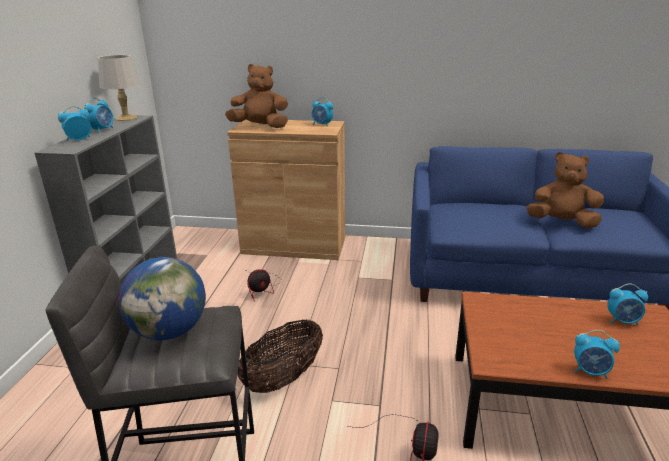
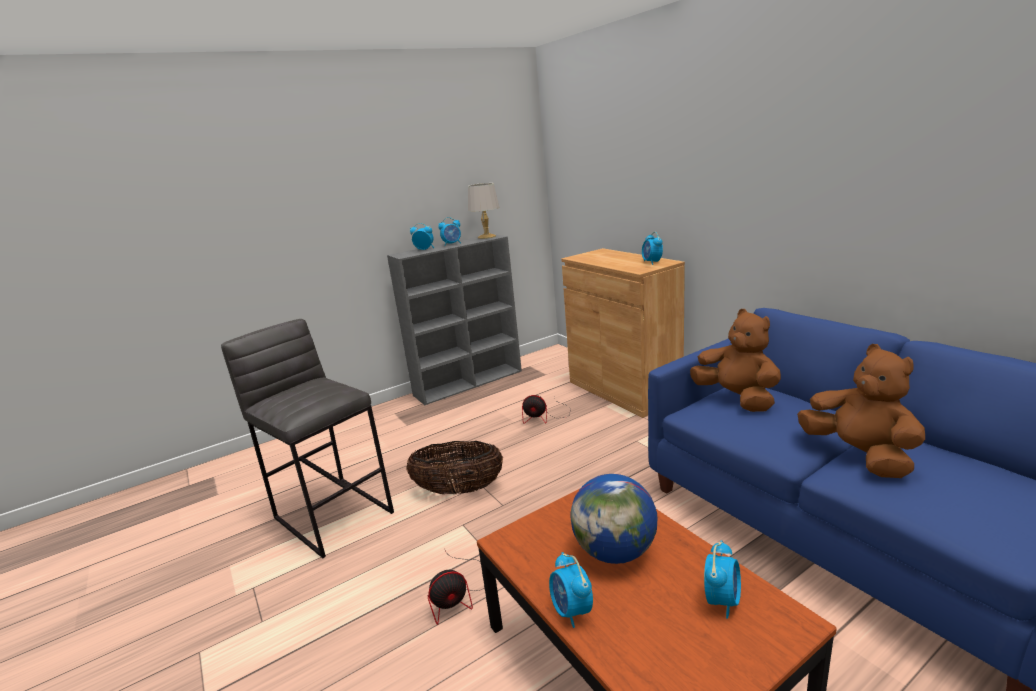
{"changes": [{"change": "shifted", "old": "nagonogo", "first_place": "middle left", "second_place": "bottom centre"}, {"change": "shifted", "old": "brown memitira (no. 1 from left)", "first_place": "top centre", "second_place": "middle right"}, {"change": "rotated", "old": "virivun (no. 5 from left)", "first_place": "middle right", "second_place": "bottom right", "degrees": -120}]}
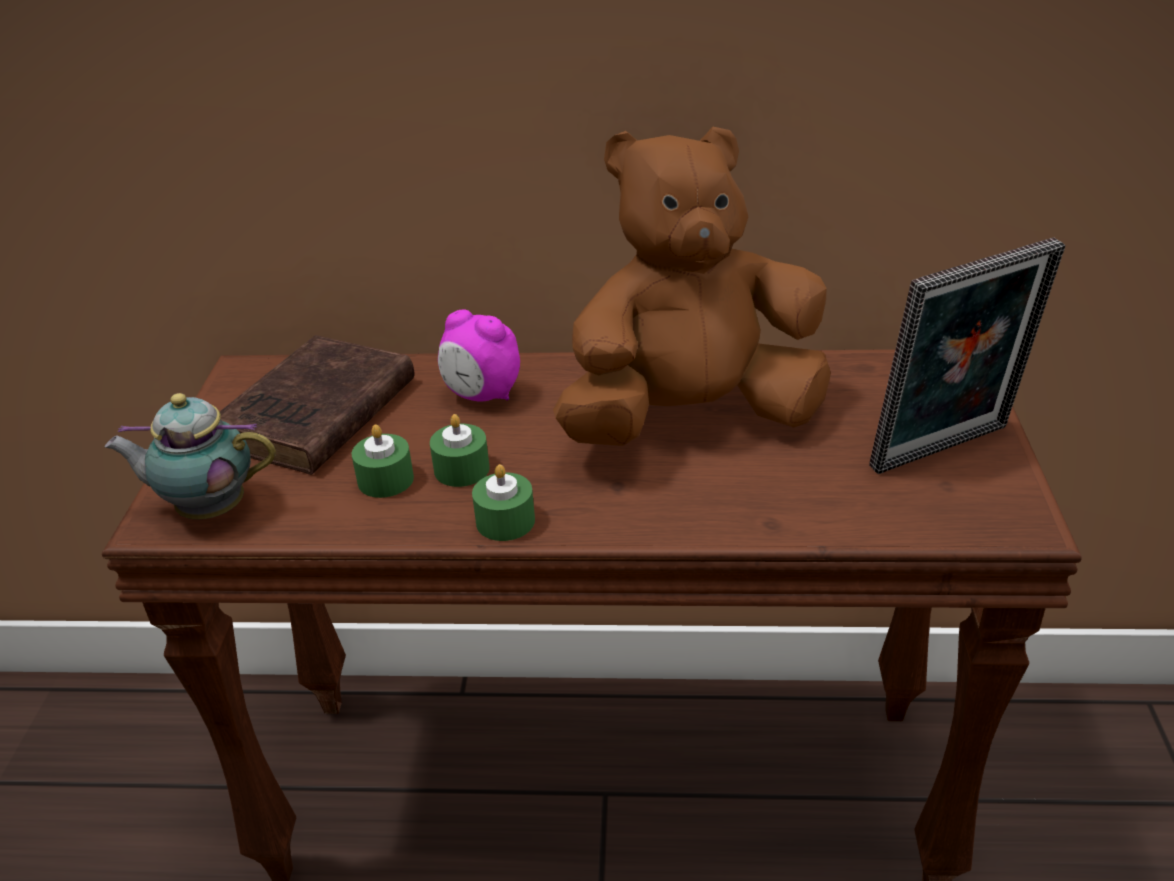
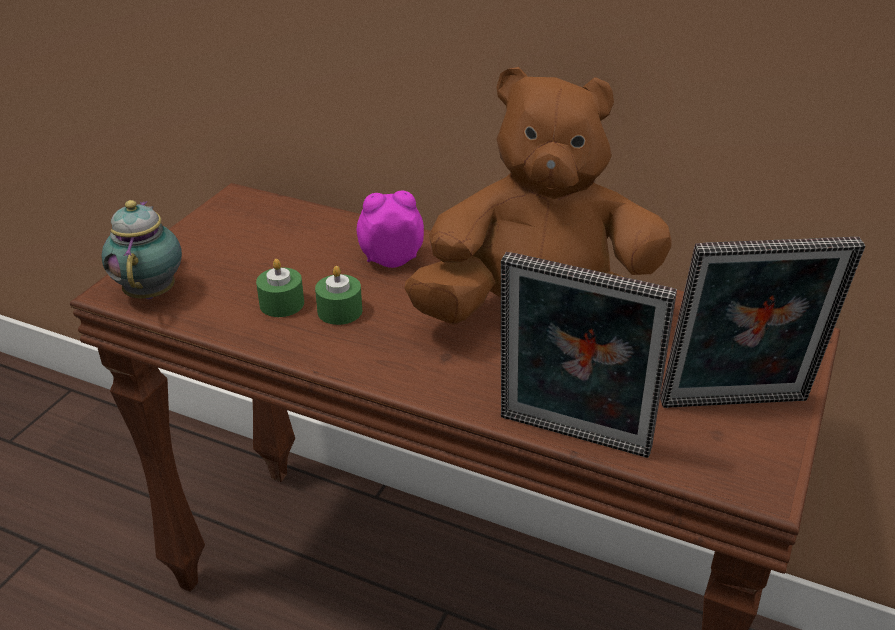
{"changes": [{"change": "rotated", "old": "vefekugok", "first_place": "middle left", "second_place": "middle left", "degrees": 60}, {"change": "gone", "old": "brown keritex", "first_place": "middle left"}, {"change": "rotated", "old": "virivun", "first_place": "centre", "second_place": "centre", "degrees": 120}, {"change": "gone", "old": "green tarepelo (no. 3 from left)", "first_place": "centre"}, {"change": "new", "new": "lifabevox (no. 1 from left)", "second_place": "centre"}]}
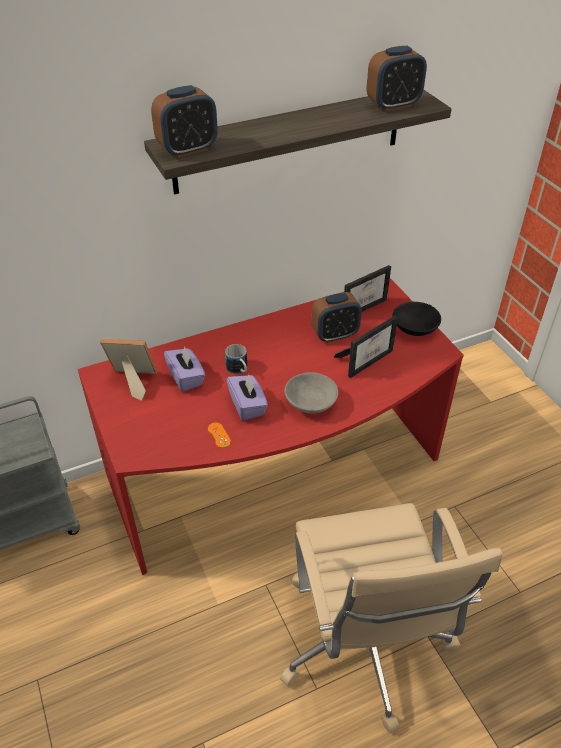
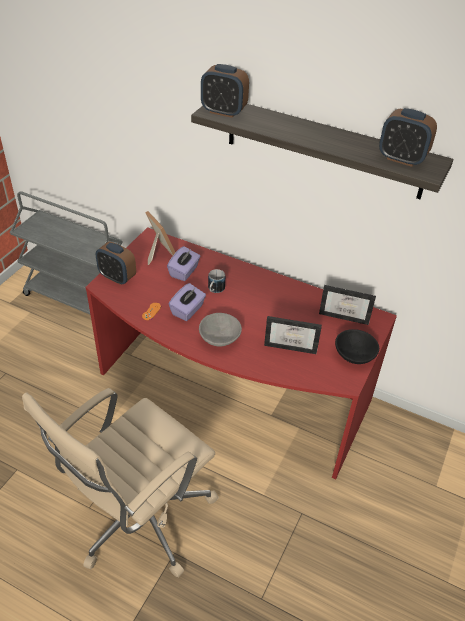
{"changes": [{"change": "shifted", "old": "virivun (no. 2 from left in the first image)", "new": "virivun (no. 1 from left)", "first_place": "centre", "second_place": "middle left"}]}
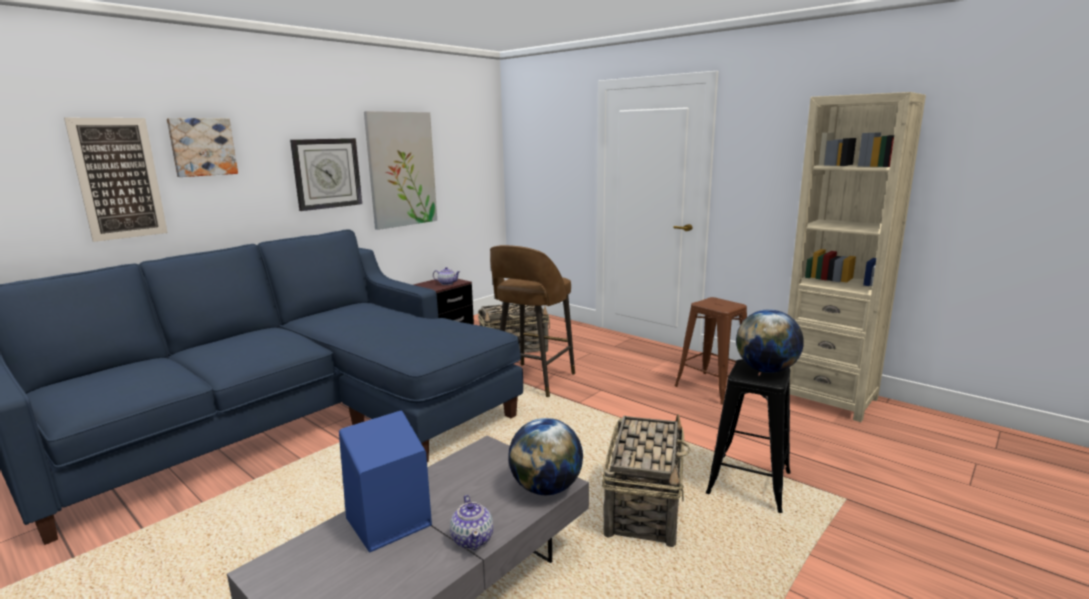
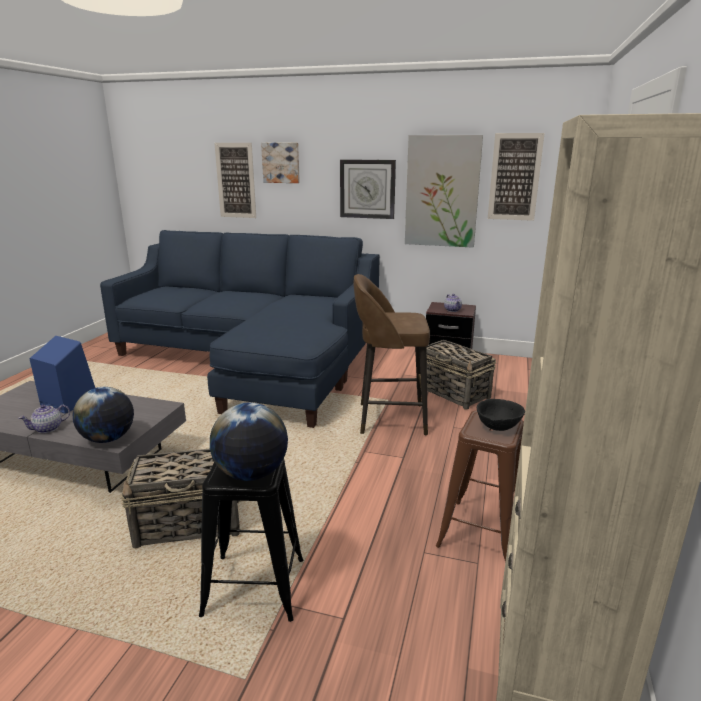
{"changes": [{"change": "new", "new": "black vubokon", "second_place": "middle right"}, {"change": "new", "new": "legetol (no. 4 from left)", "second_place": "top right"}]}
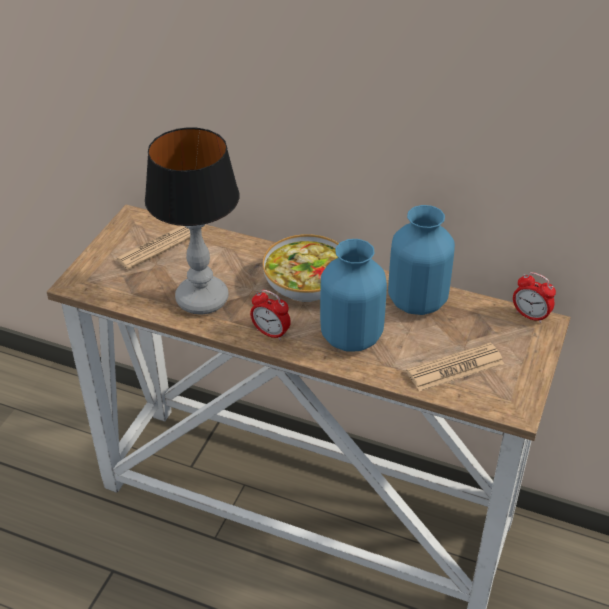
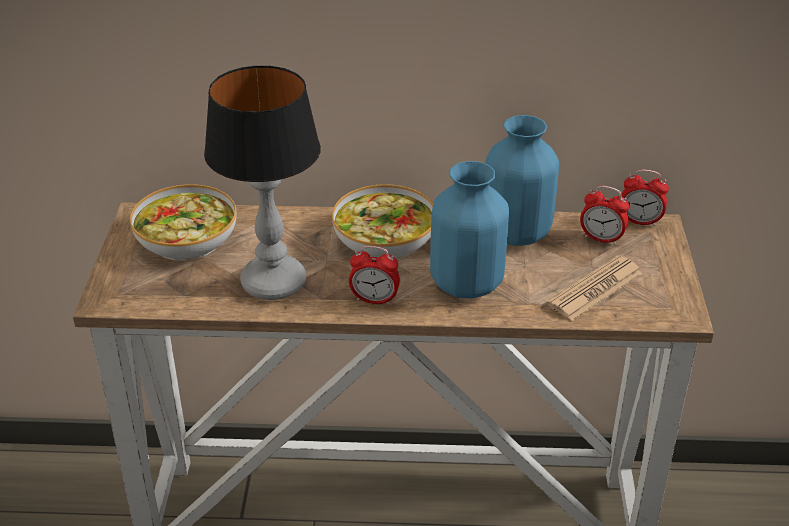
{"changes": [{"change": "swapped", "old": "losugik (no. 1 from left)", "new": "vubokon (no. 1 from left)", "first_place": "middle left", "second_place": "middle left"}, {"change": "new", "new": "virivun (no. 2 from left)", "second_place": "middle right"}]}
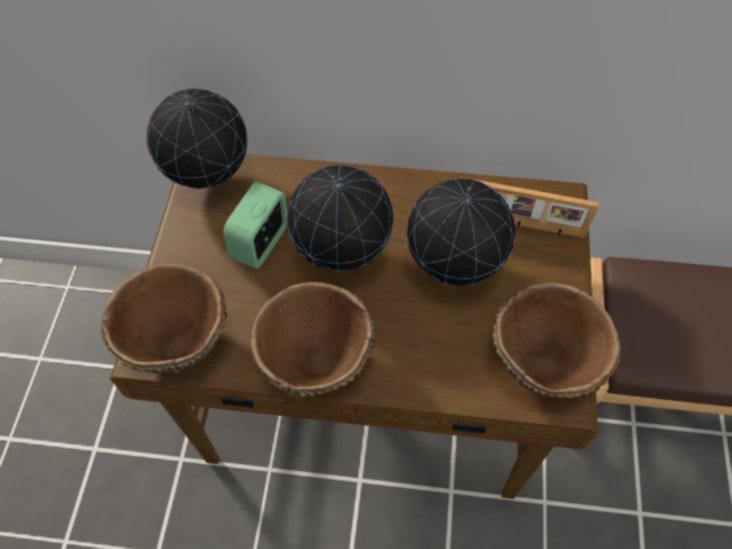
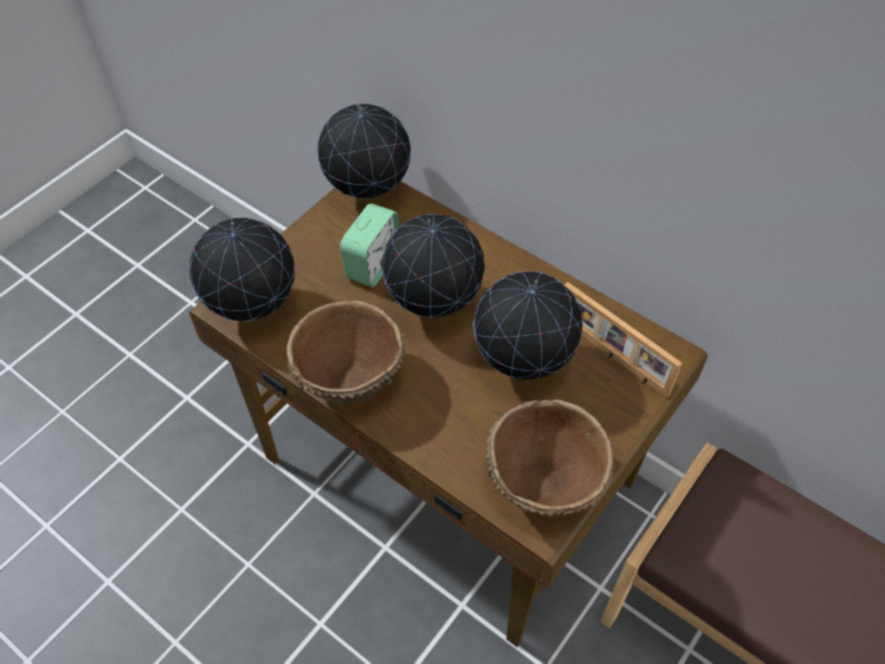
{"changes": [{"change": "swapped", "old": "brown vubokon (no. 1 from left)", "new": "nagonogo (no. 1 from left)", "first_place": "middle left", "second_place": "middle left"}, {"change": "rotated", "old": "virivun", "first_place": "centre", "second_place": "centre", "degrees": 150}]}
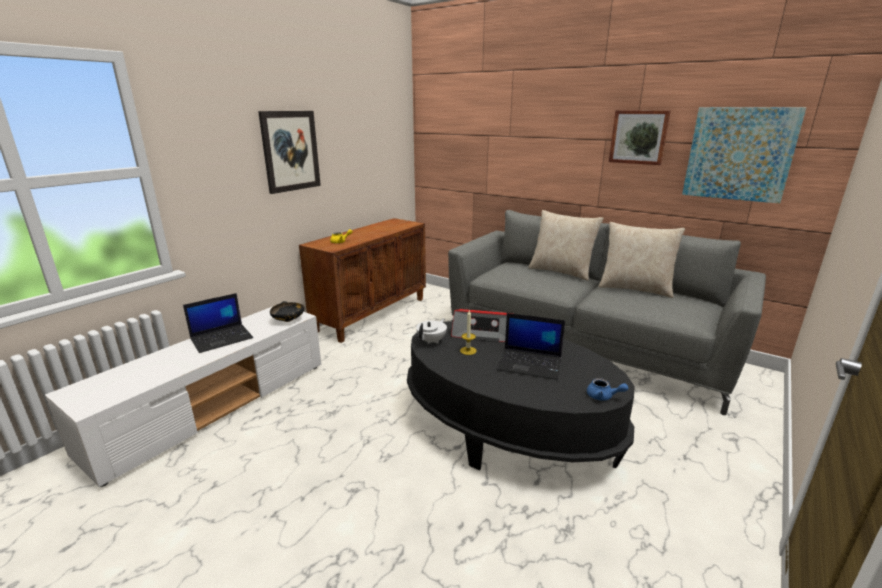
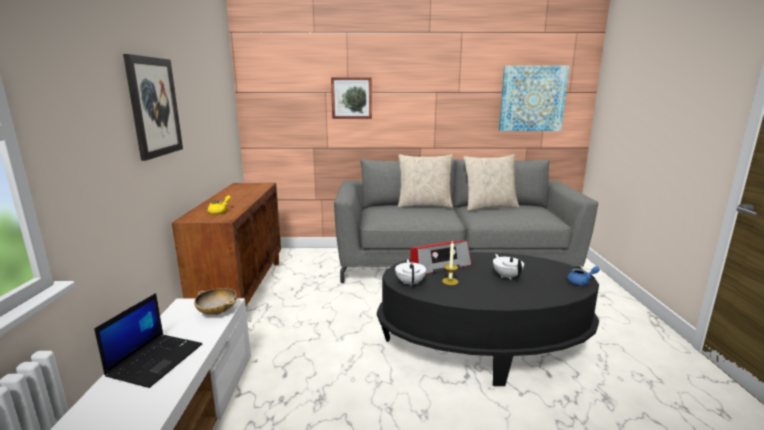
{"changes": [{"change": "repainted", "old": "black vubokon", "new": "beige vubokon", "first_place": "middle left", "second_place": "bottom left"}, {"change": "swapped", "old": "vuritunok (no. 2 from left)", "new": "white vefekugok (no. 2 from left)", "first_place": "centre", "second_place": "centre"}, {"change": "shifted", "old": "legetol (no. 2 from left)", "first_place": "top right", "second_place": "top centre"}]}
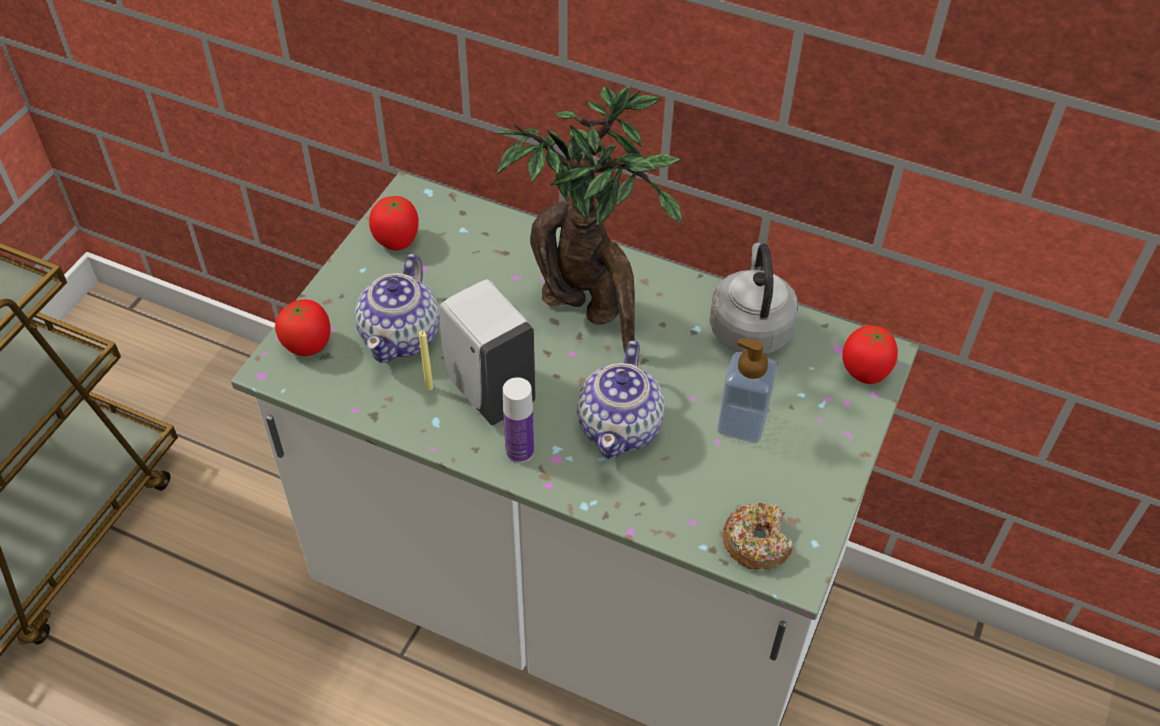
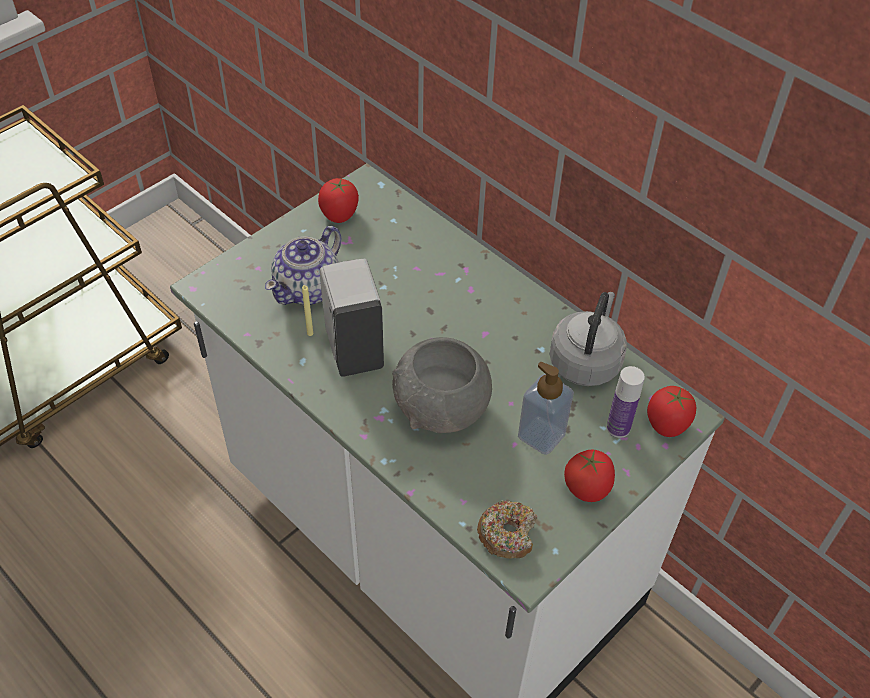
{"changes": [{"change": "shifted", "old": "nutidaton (no. 1 from left in the first image)", "new": "nutidaton (no. 2 from left)", "first_place": "middle left", "second_place": "bottom right"}, {"change": "gone", "old": "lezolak", "first_place": "top centre"}, {"change": "shifted", "old": "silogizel", "first_place": "centre", "second_place": "middle right"}, {"change": "swapped", "old": "vefekugok (no. 2 from left)", "new": "grey vubokon", "first_place": "centre", "second_place": "centre"}]}
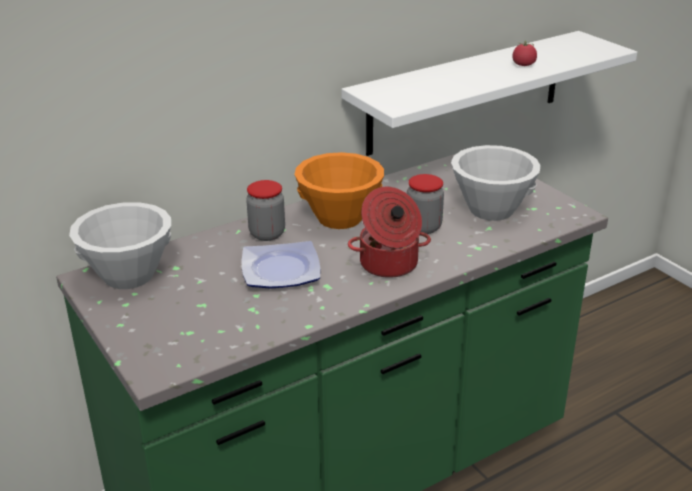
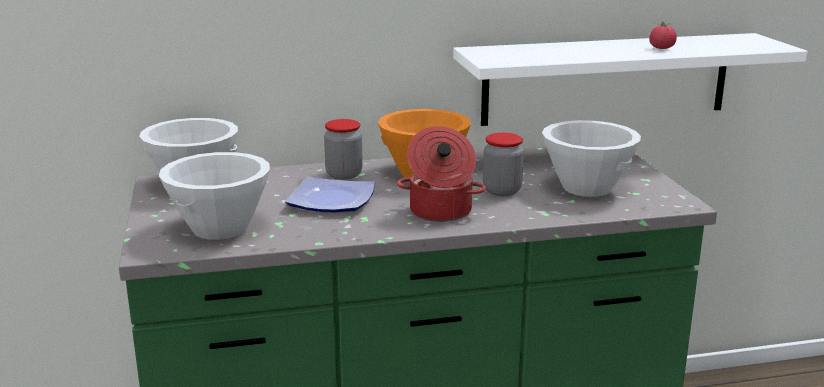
{"changes": [{"change": "new", "new": "white vubokon (no. 2 from left)", "second_place": "middle left"}]}
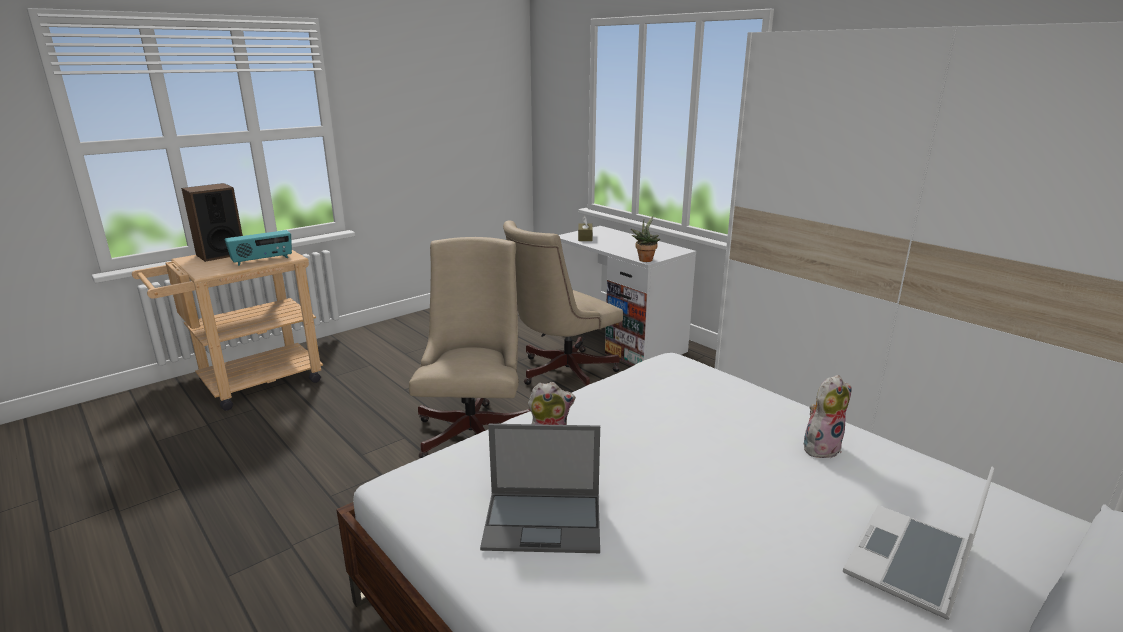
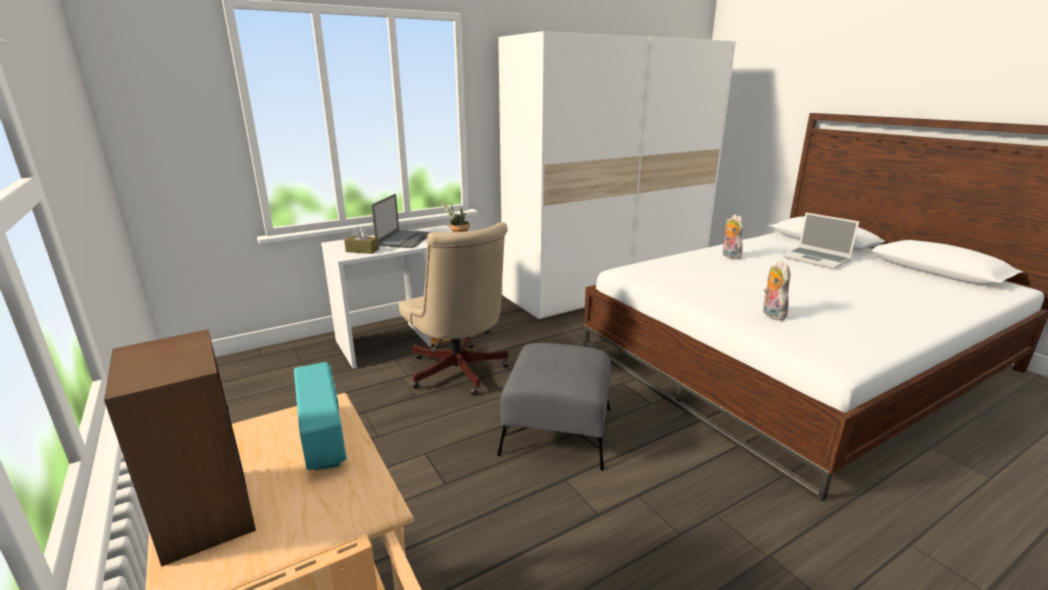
{"changes": [{"change": "swapped", "old": "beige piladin (no. 1 from left)", "new": "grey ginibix", "first_place": "centre", "second_place": "bottom centre"}, {"change": "shifted", "old": "vuritunok (no. 1 from left)", "first_place": "bottom centre", "second_place": "centre"}]}
